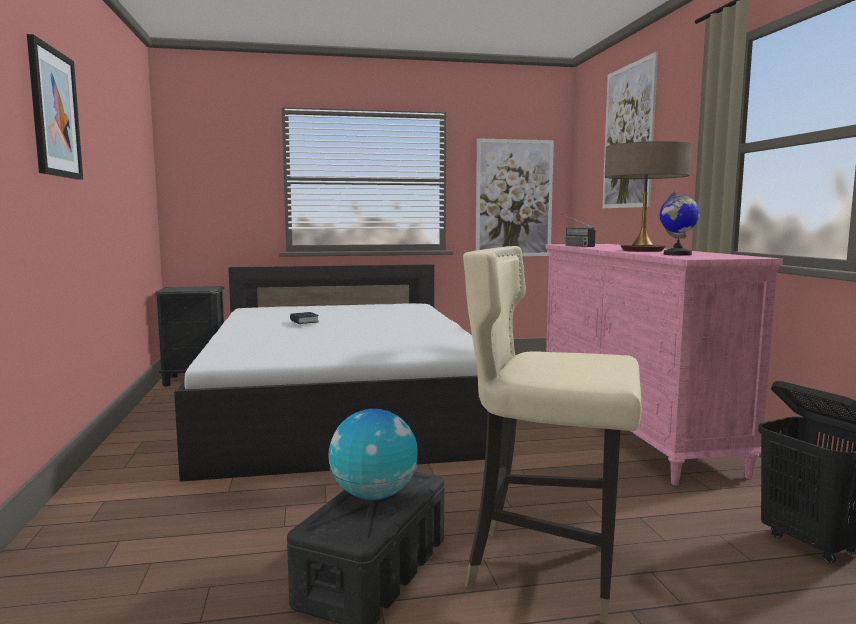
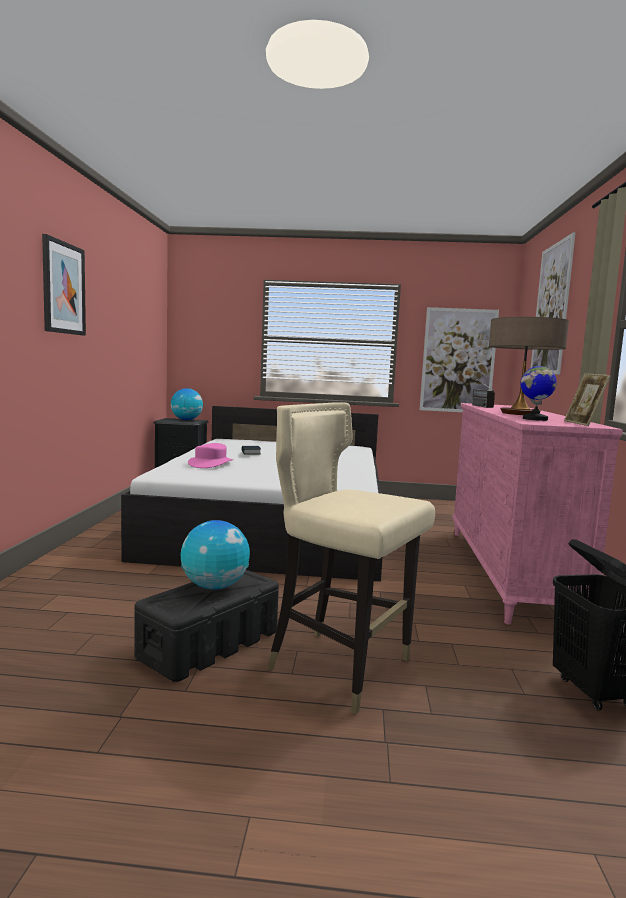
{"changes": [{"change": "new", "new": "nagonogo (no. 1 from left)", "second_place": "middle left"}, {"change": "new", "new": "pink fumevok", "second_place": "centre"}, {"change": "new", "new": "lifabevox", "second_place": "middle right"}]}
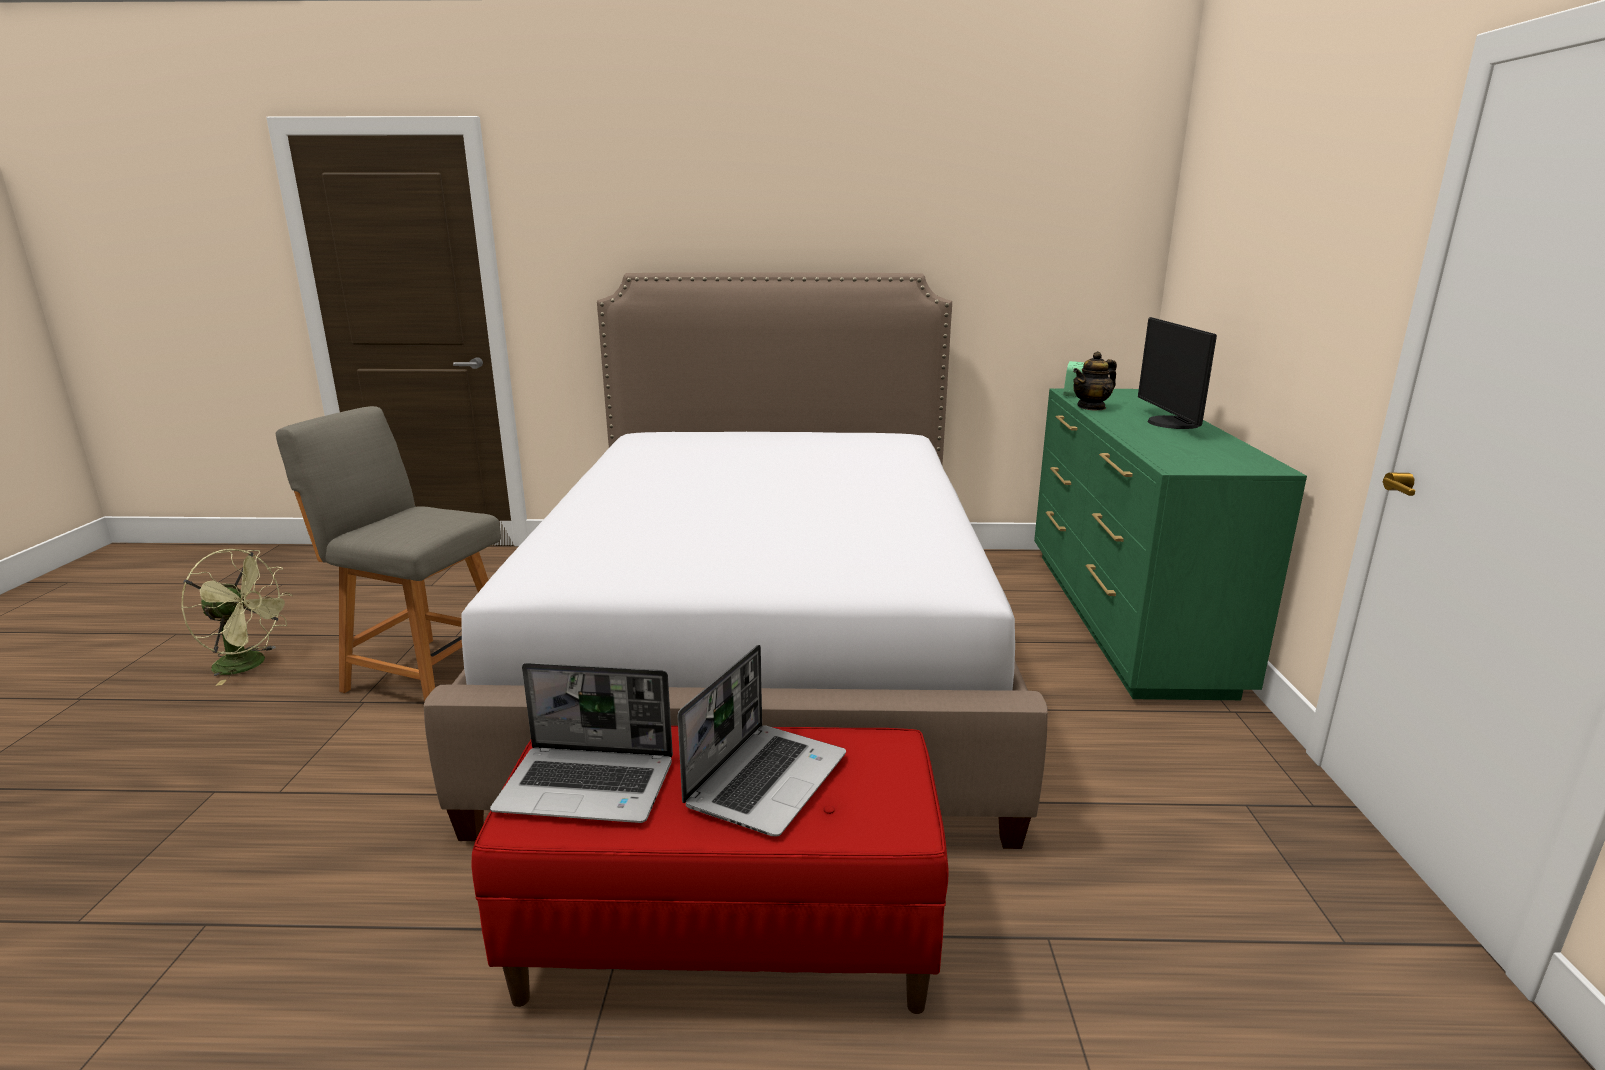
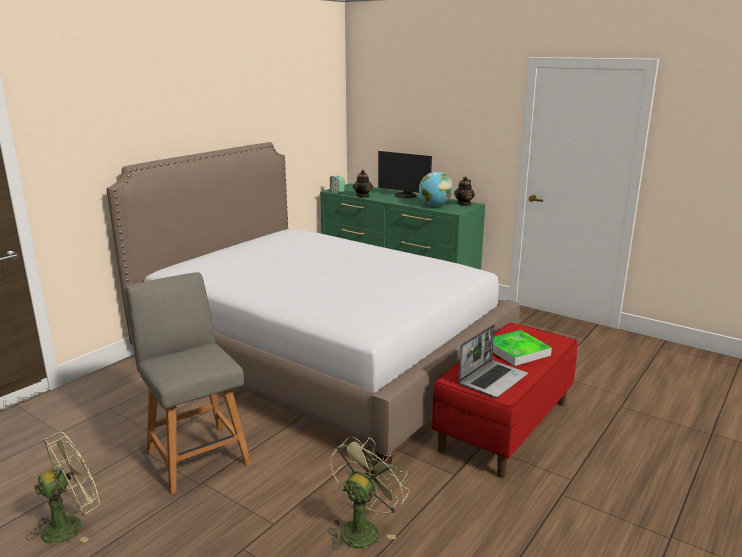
{"changes": [{"change": "rotated", "old": "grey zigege", "first_place": "middle left", "second_place": "bottom left", "degrees": 90}, {"change": "swapped", "old": "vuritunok (no. 2 from left)", "new": "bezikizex", "first_place": "bottom centre", "second_place": "middle right"}, {"change": "new", "new": "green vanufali (no. 2 from left)", "second_place": "bottom centre"}, {"change": "new", "new": "nagonogo", "second_place": "centre"}, {"change": "new", "new": "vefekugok (no. 2 from left)", "second_place": "centre"}]}
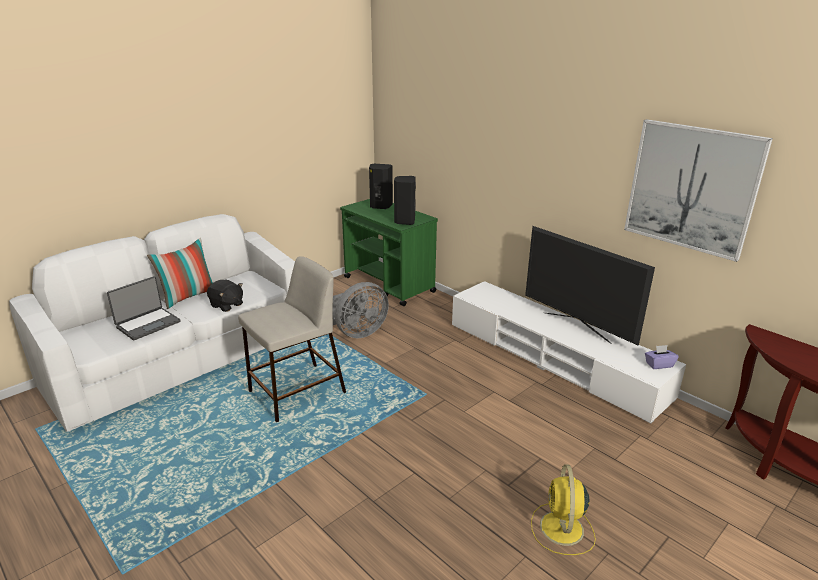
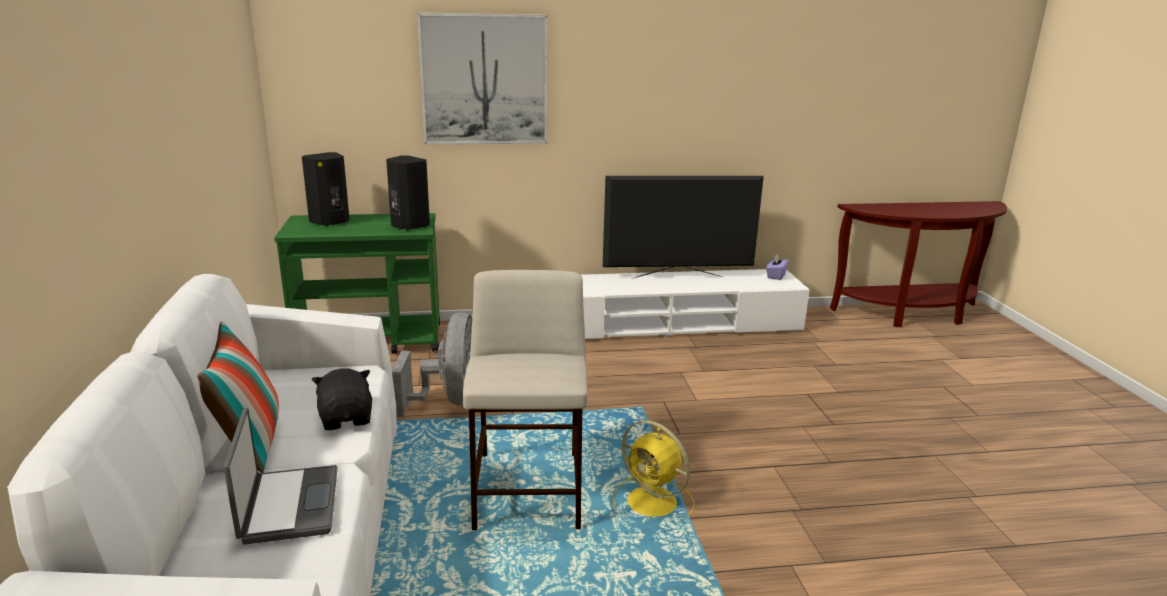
{"changes": [{"change": "rotated", "old": "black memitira", "first_place": "middle left", "second_place": "bottom left", "degrees": -90}, {"change": "shifted", "old": "yellow vanufali", "first_place": "bottom right", "second_place": "bottom centre"}, {"change": "shifted", "old": "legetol", "first_place": "top right", "second_place": "top centre"}]}
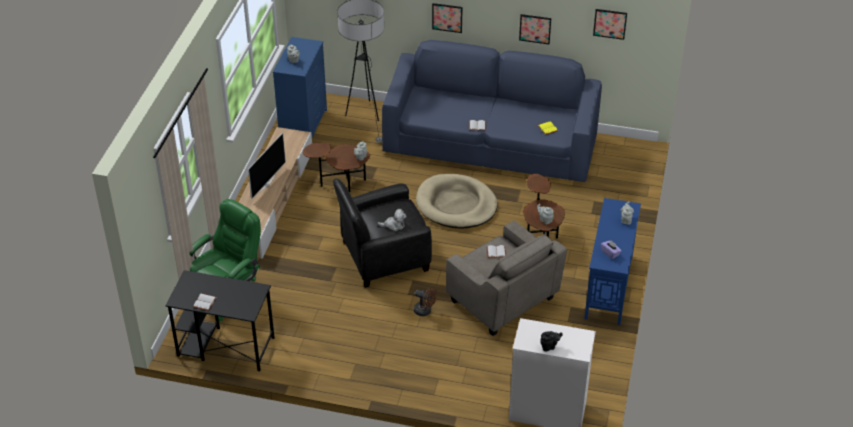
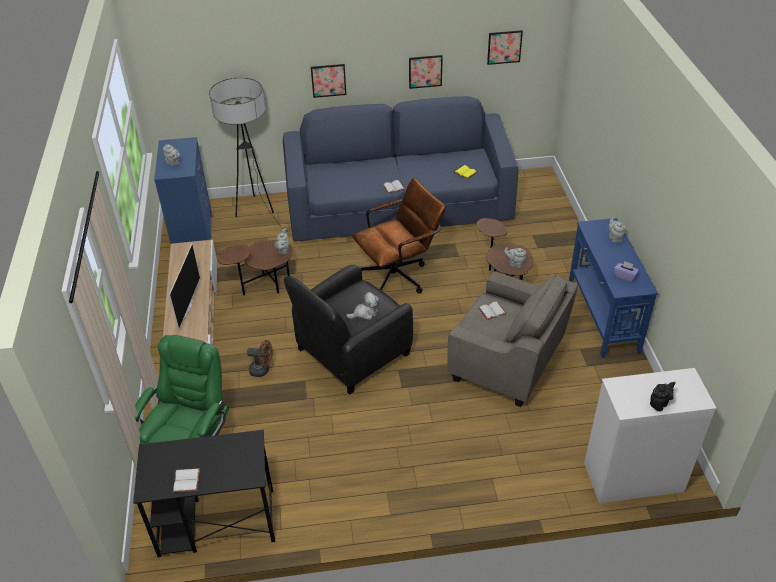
{"changes": [{"change": "shifted", "old": "brown vanufali", "first_place": "bottom centre", "second_place": "centre"}, {"change": "swapped", "old": "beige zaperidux", "new": "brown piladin", "first_place": "centre", "second_place": "centre"}]}
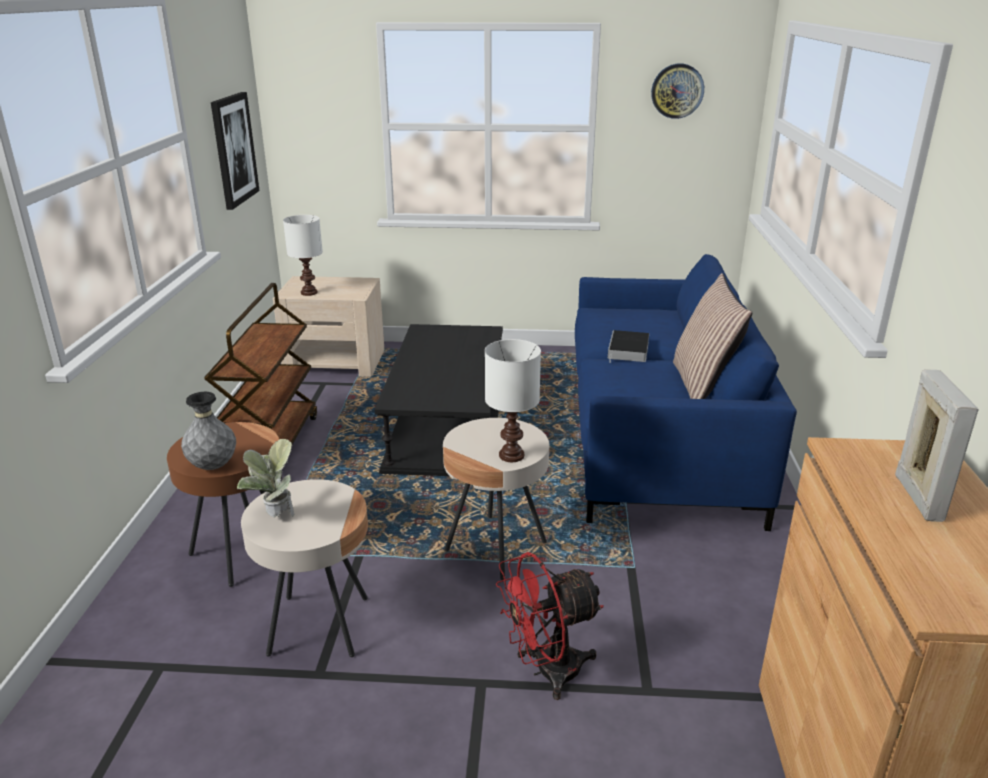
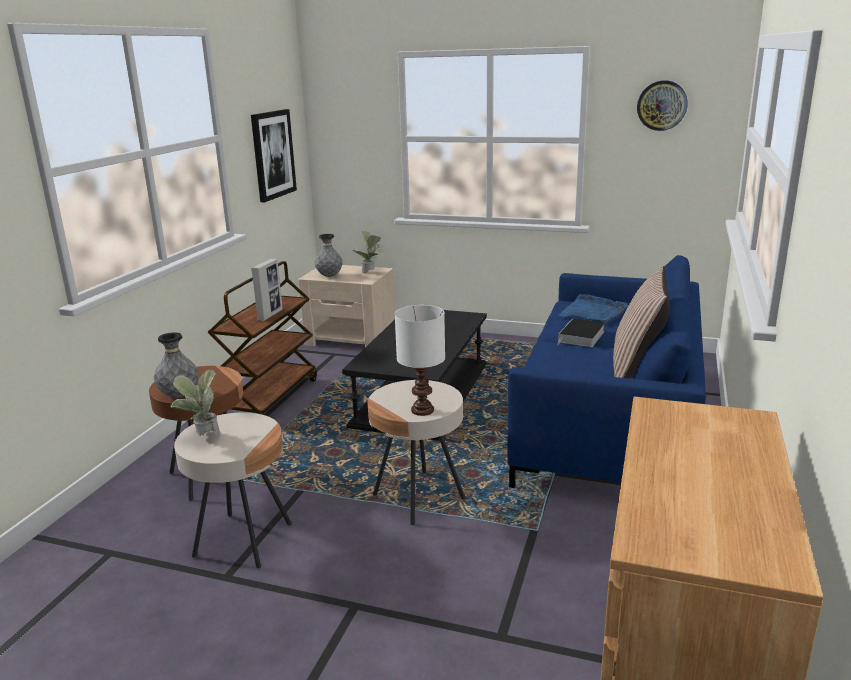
{"changes": [{"change": "swapped", "old": "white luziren (no. 1 from left)", "new": "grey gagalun (no. 2 from left)", "first_place": "top left", "second_place": "centre"}, {"change": "gone", "old": "red vanufali", "first_place": "bottom centre"}, {"change": "shifted", "old": "lifabevox", "first_place": "middle right", "second_place": "middle left"}, {"change": "new", "new": "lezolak (no. 2 from left)", "second_place": "centre"}, {"change": "new", "new": "blue bezikizex", "second_place": "middle right"}]}
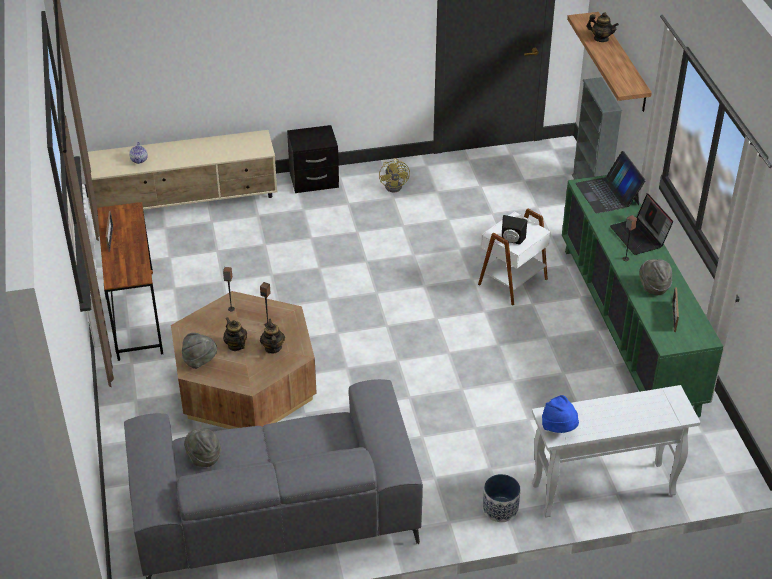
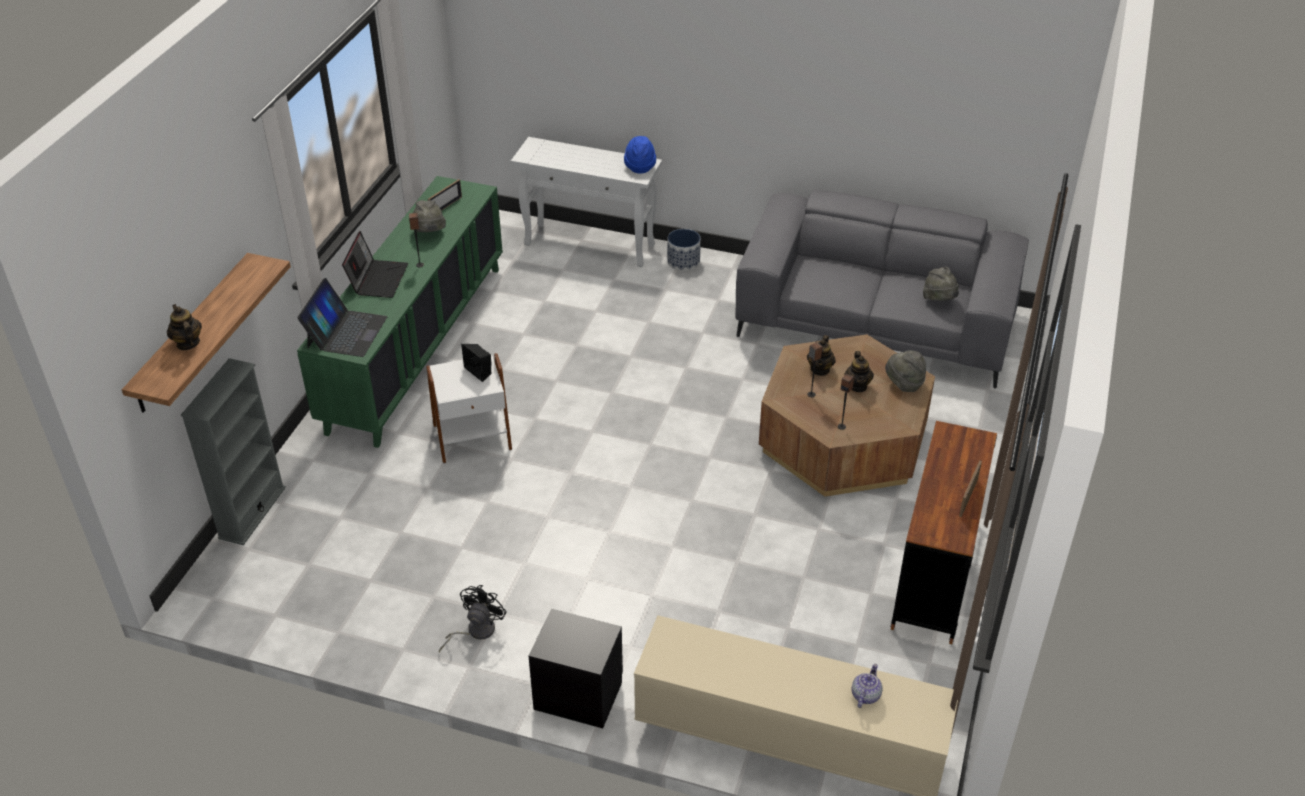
{"changes": [{"change": "repainted", "old": "yellow vanufali", "new": "black vanufali", "first_place": "top centre", "second_place": "bottom centre"}]}
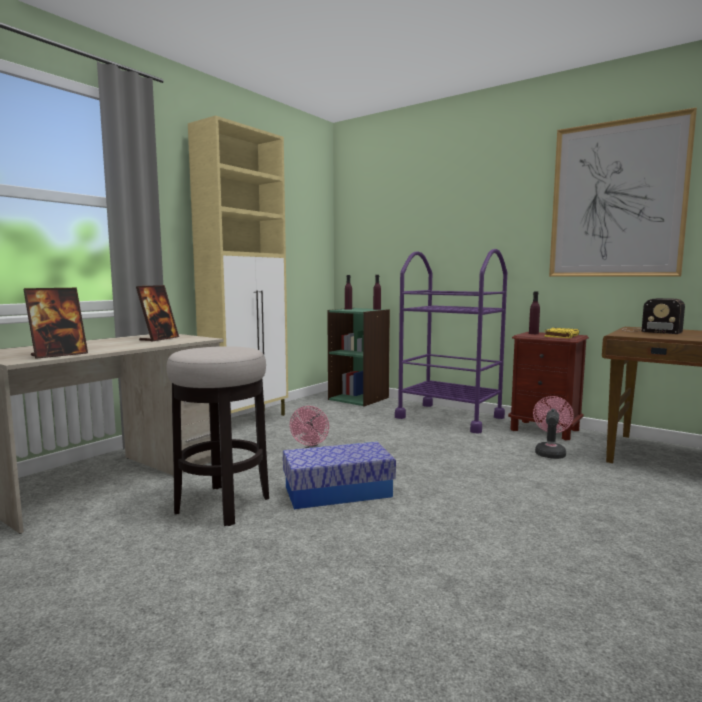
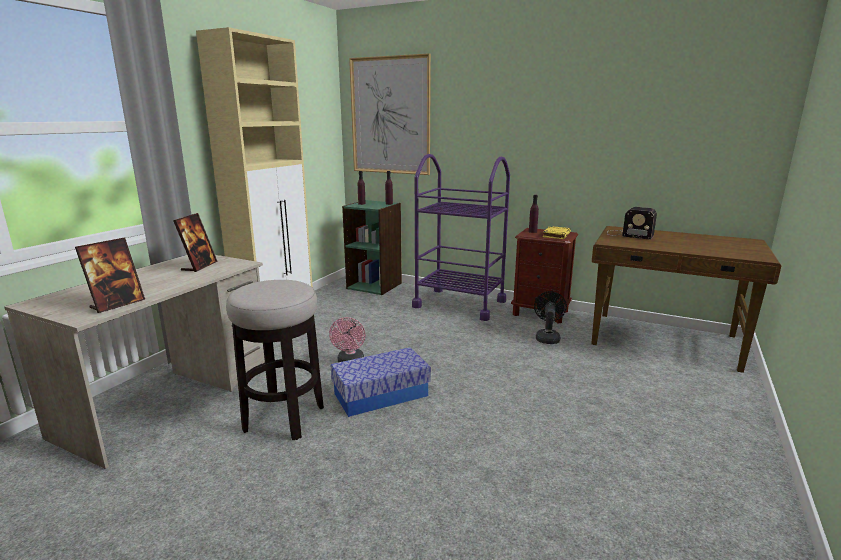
{"changes": [{"change": "repainted", "old": "pink vanufali (no. 2 from left)", "new": "black vanufali", "first_place": "middle right", "second_place": "centre"}, {"change": "shifted", "old": "legetol", "first_place": "top right", "second_place": "top centre"}]}
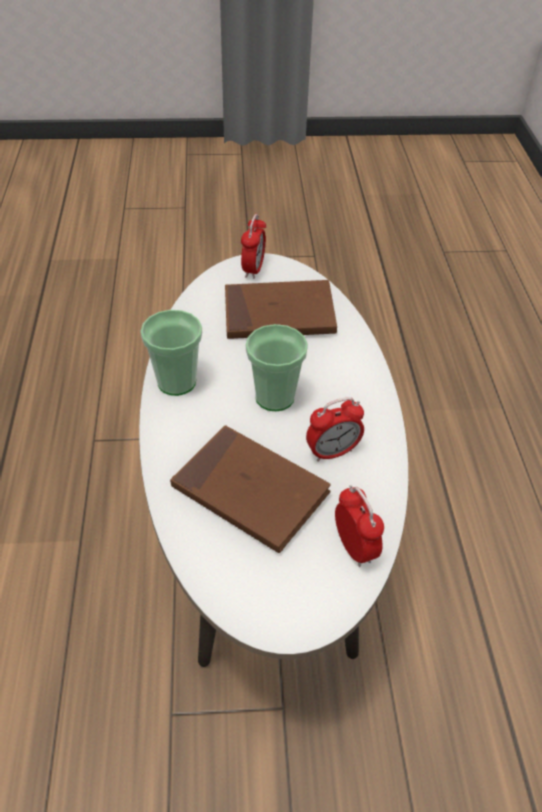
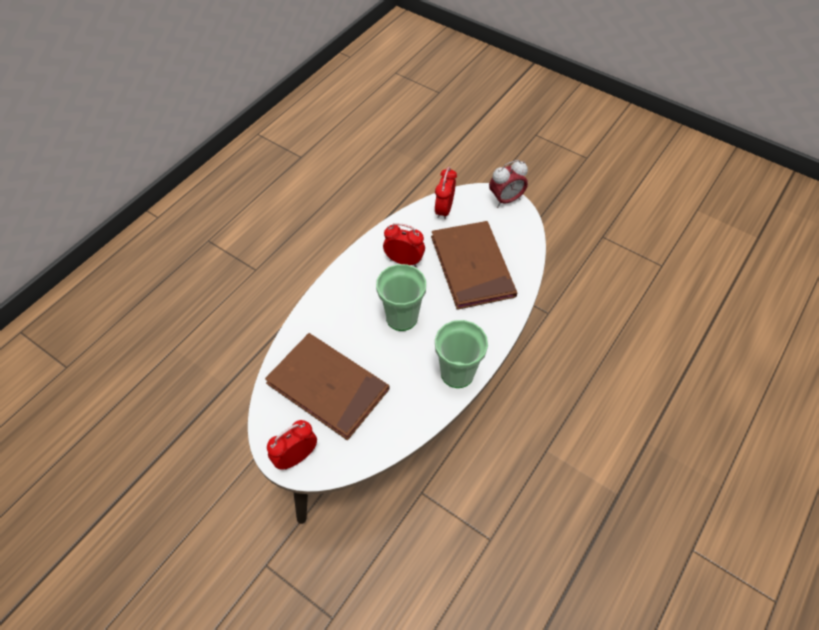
{"changes": [{"change": "new", "new": "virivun (no. 4 from left)", "second_place": "top centre"}]}
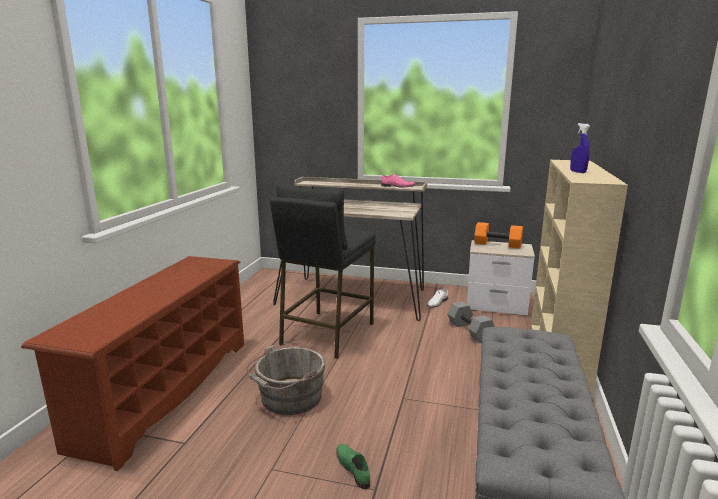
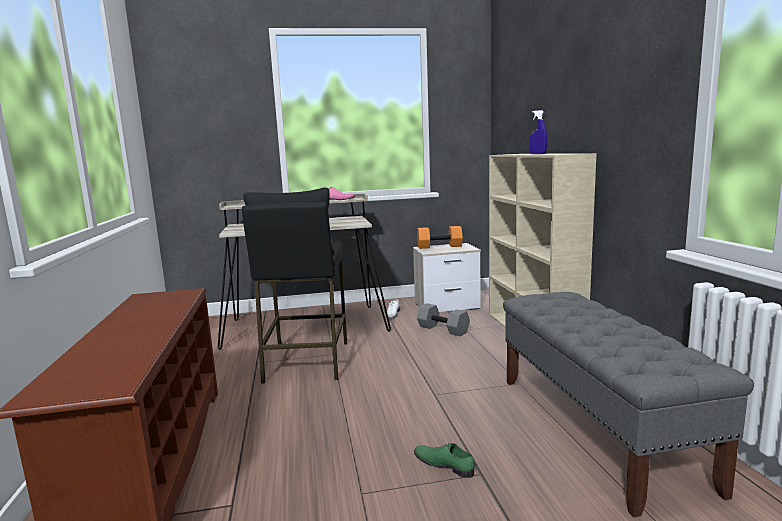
{"changes": [{"change": "gone", "old": "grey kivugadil", "first_place": "bottom centre"}]}
